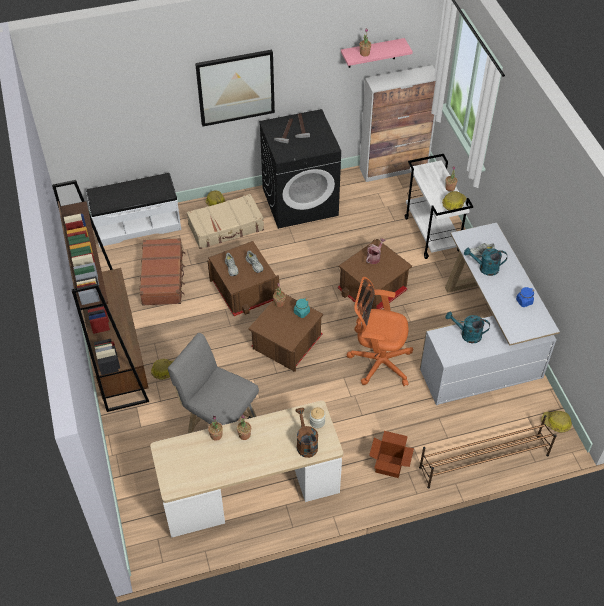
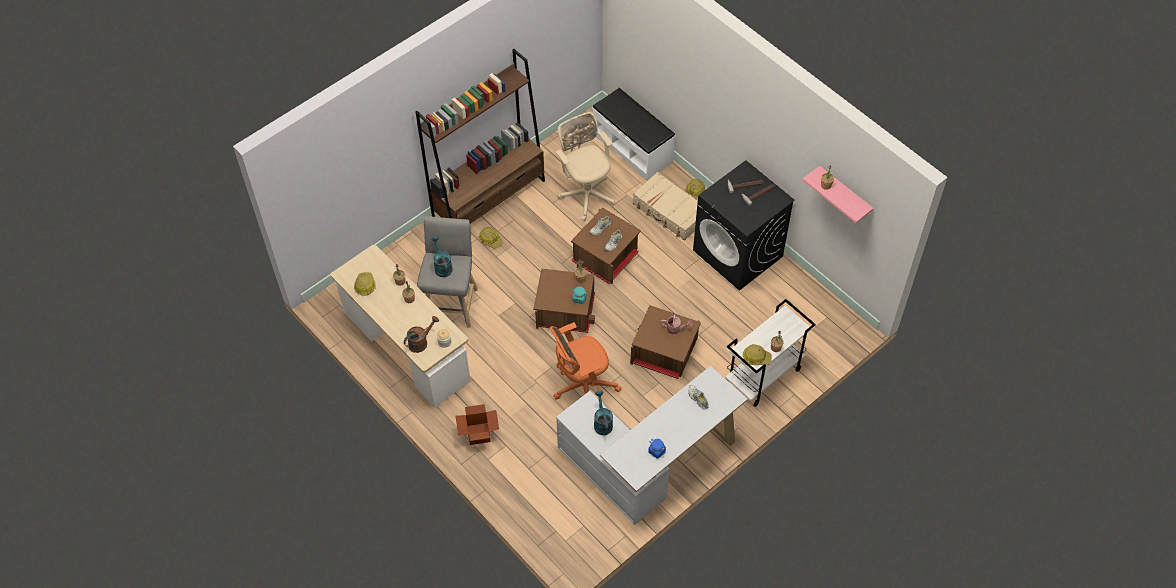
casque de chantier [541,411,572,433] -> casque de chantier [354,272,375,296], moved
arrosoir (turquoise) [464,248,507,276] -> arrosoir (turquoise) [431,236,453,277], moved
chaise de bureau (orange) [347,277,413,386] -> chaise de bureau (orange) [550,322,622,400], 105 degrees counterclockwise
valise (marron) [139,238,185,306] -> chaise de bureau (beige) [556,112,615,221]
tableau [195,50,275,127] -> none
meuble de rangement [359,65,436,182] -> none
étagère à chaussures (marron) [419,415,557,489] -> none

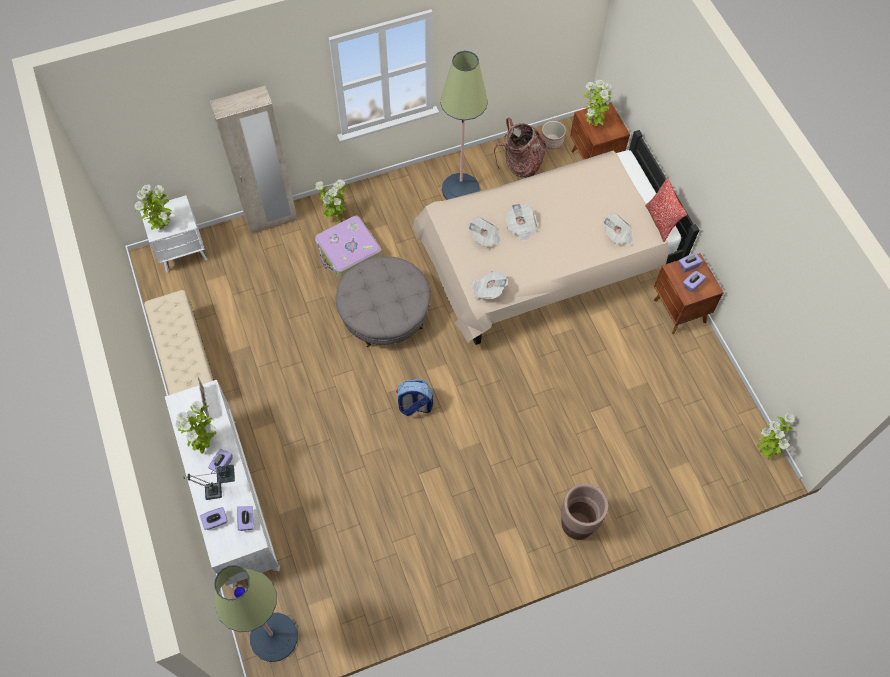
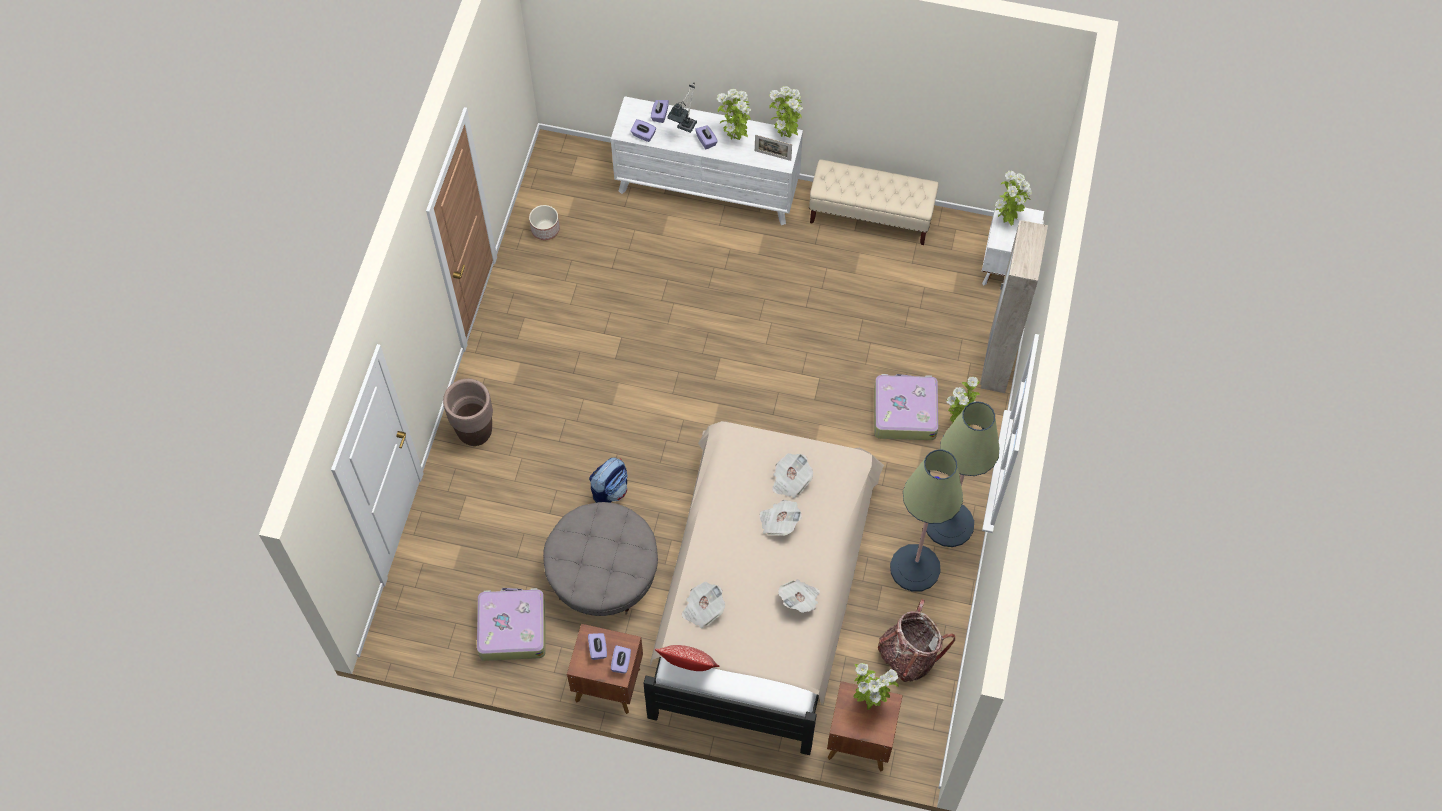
none -> valise [477,588,546,661]
cache-pot [541,121,566,150] -> cache-pot [529,205,560,240], moved
pouf (gris) [336,257,431,347] -> pouf (gris) [543,502,658,616], moved
sac à dos [396,379,433,416] -> sac à dos [589,457,628,503], moved
plante en pot [757,413,795,460] -> plante en pot [769,86,803,138], moved
journal [472,271,508,299] -> journal [778,579,820,613], moved
lampadaire [215,565,298,662] -> lampadaire [926,401,1000,547], moved

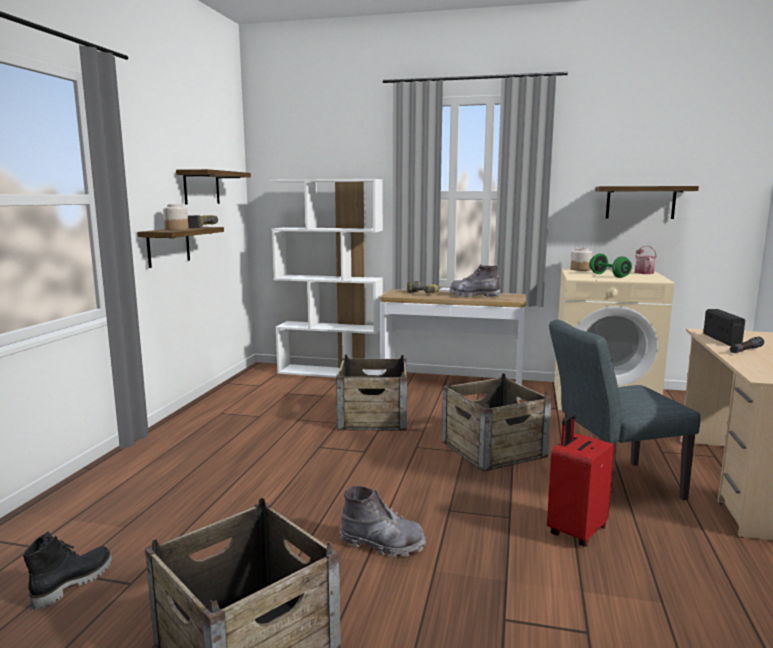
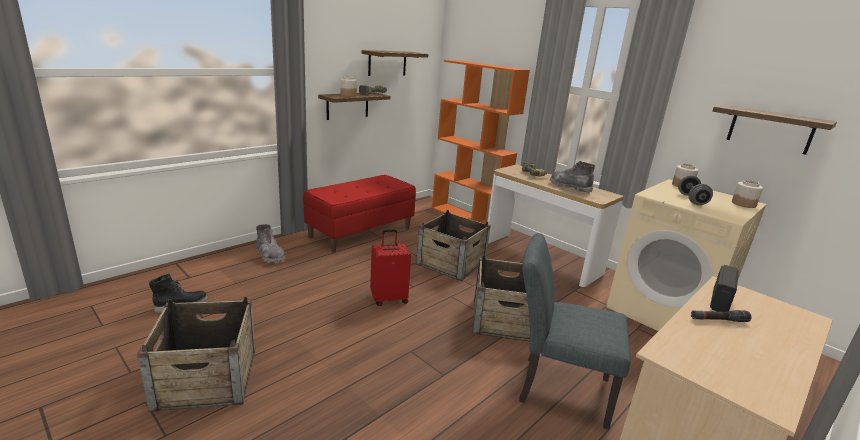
botte (gris) [340,486,426,558] -> botte (gris) [256,224,286,264], moved
none -> banc (rouge) [304,175,416,253]
valise (rouge) [547,414,615,547] -> valise (rouge) [370,229,411,306], moved
bibliothèque (blanc) [270,179,383,378] -> bibliothèque (orange) [432,60,530,224]
haltère (vert) [589,254,632,278] -> haltère (gris) [678,175,713,205]
arrosoir [635,246,657,274] -> bocal [732,180,763,208]

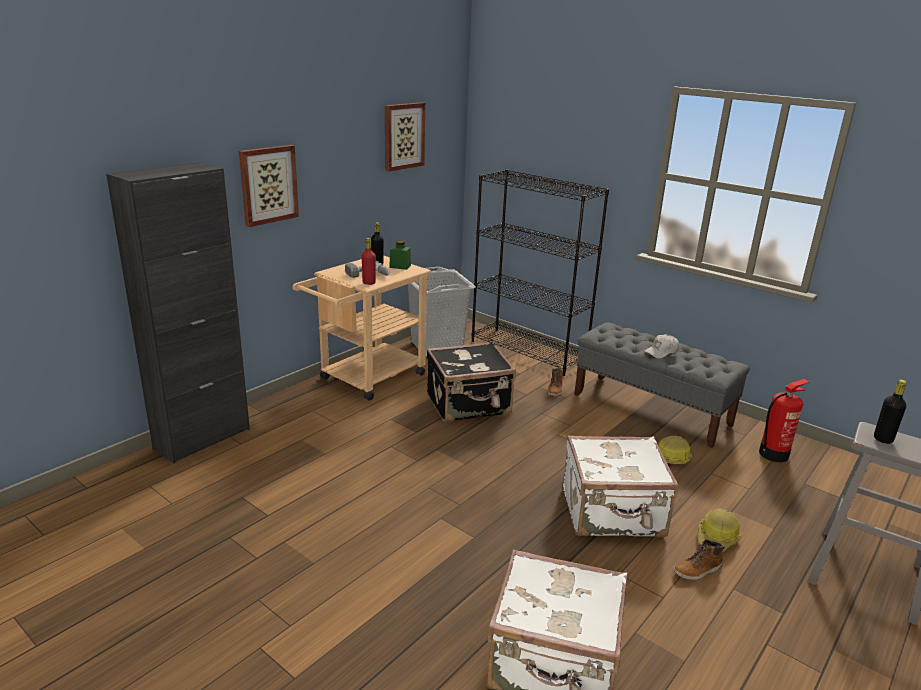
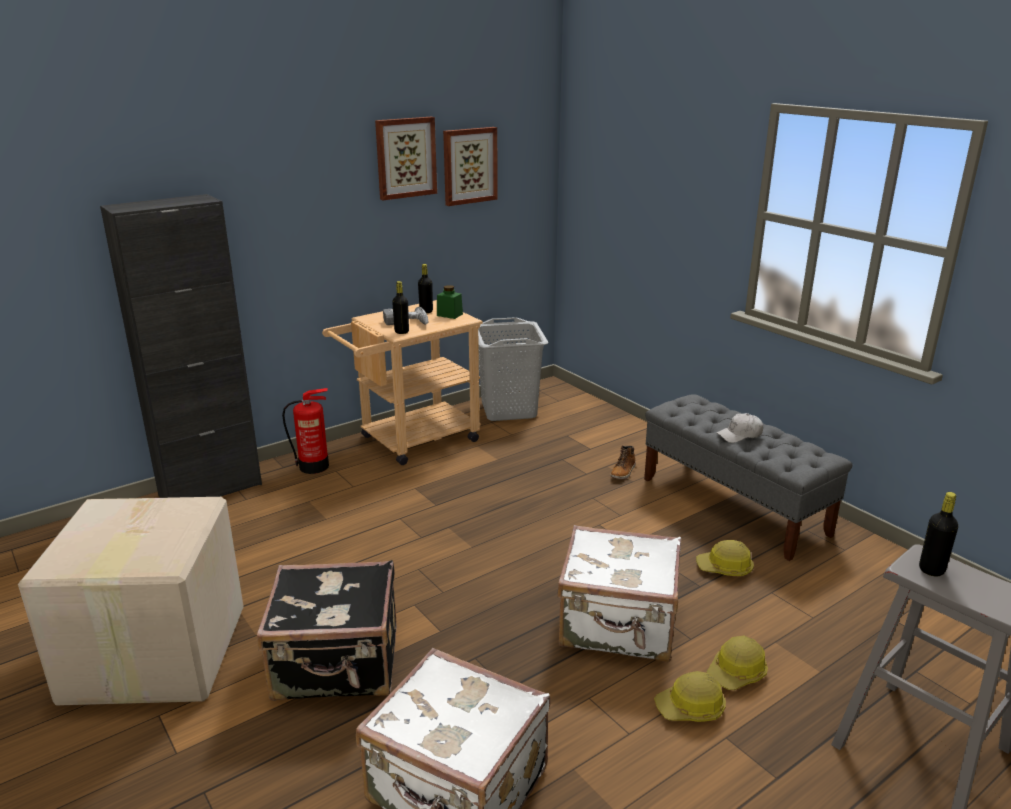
none -> carton [18,497,244,705]
valise (noir) [427,342,516,422] -> valise (noir) [257,560,397,701], moved
extincteur [759,379,809,462] -> extincteur [282,388,329,474], moved
tableau [239,145,299,227] -> tableau [375,117,437,200], moved
bouteille (rouge) [362,238,376,285] -> bouteille (noir) [392,281,409,334]
botte [674,539,725,580] -> casque de chantier [654,671,726,722]
bibliothèque (noir) [472,169,609,376] -> none

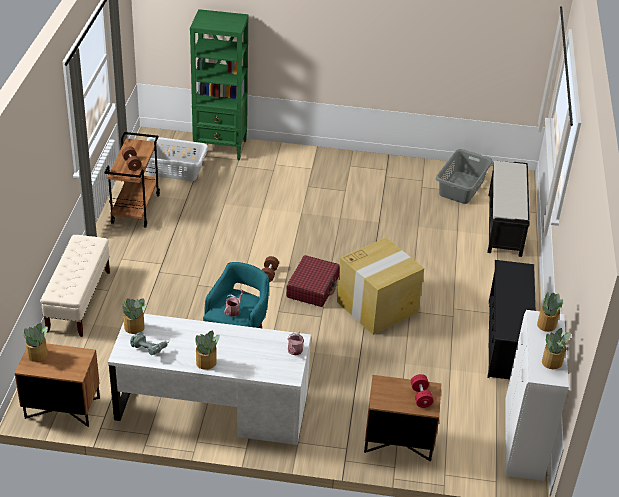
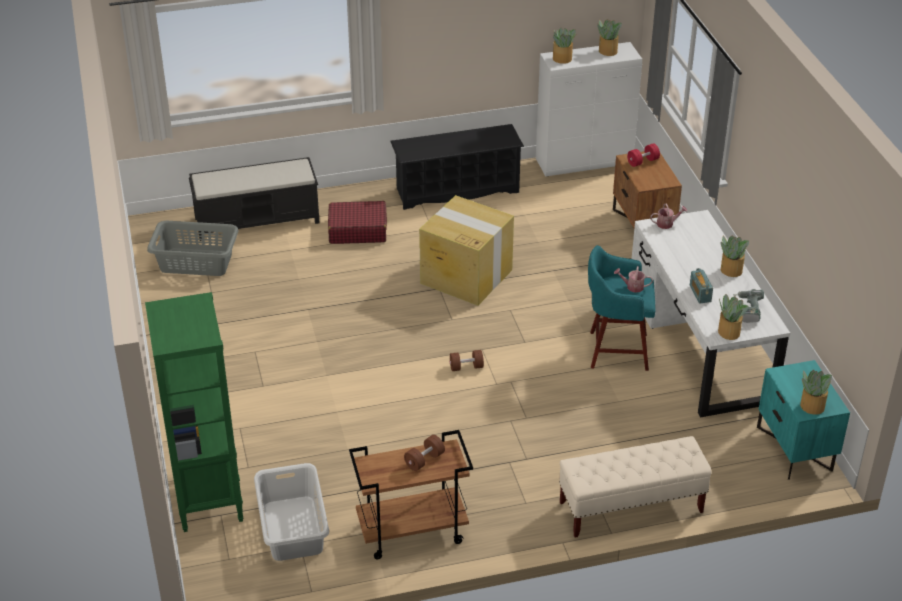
valise (rouge) [286,255,340,307] -> valise (rouge) [328,201,387,244], moved
none -> radio [690,268,713,304]
table de chevet (marron) [15,343,100,427] -> table de chevet (turquoise) [757,360,850,480]

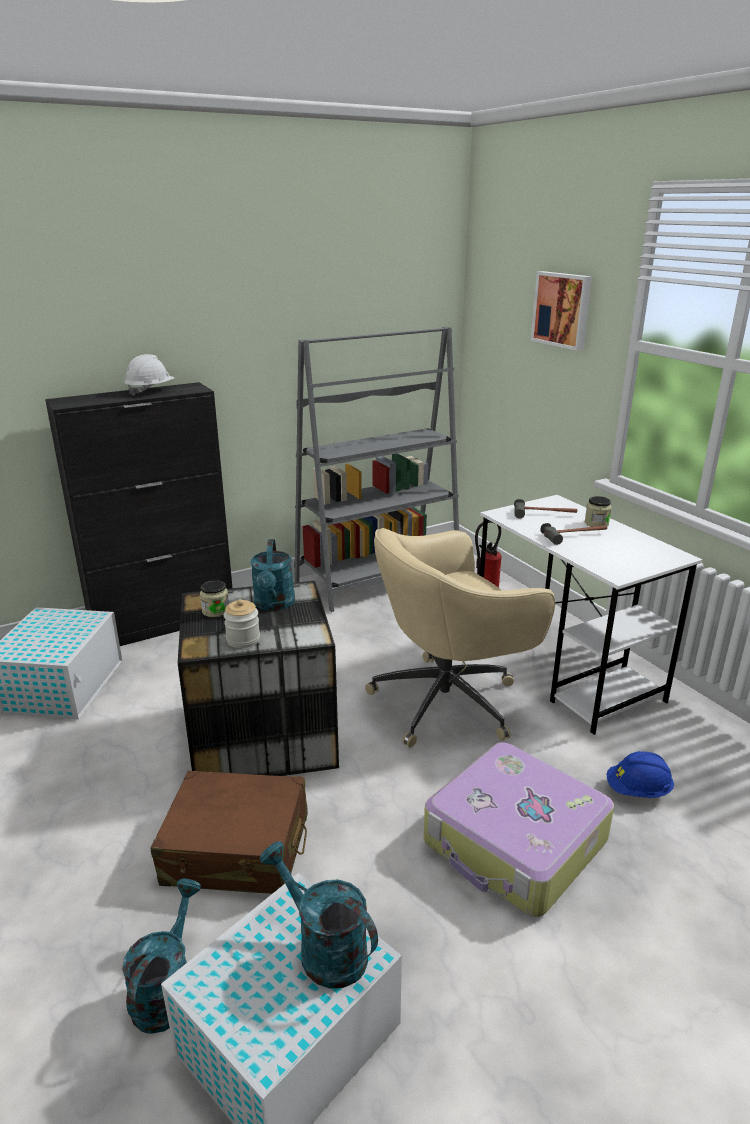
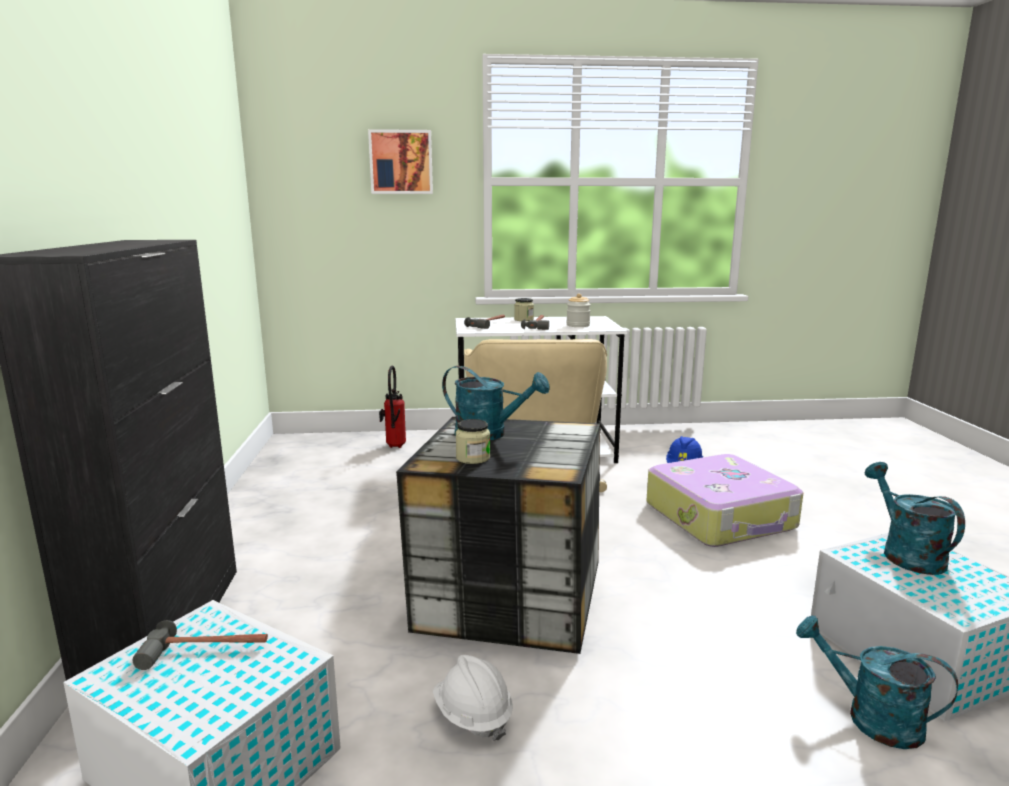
none -> marteau [133,620,268,670]
casque de chantier (blanc) [124,354,174,396] -> casque de chantier (blanc) [433,655,513,741], moved
bocal [224,599,260,648] -> bocal [566,293,591,327], moved
arrosoir (turquoise) [260,841,378,989] -> arrosoir (turquoise) [865,462,965,575], 105 degrees clockwise
valise (marron) [150,771,308,894] -> none
bibliothèque (gris) [294,327,459,612] -> none

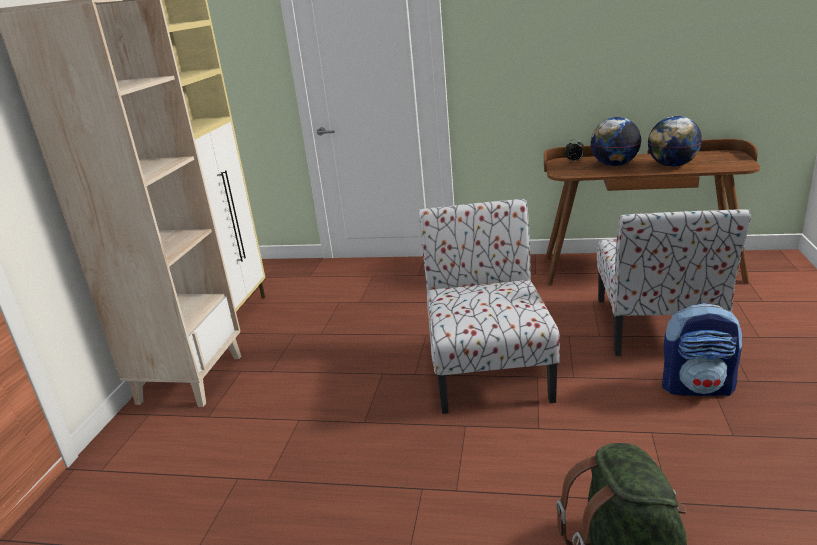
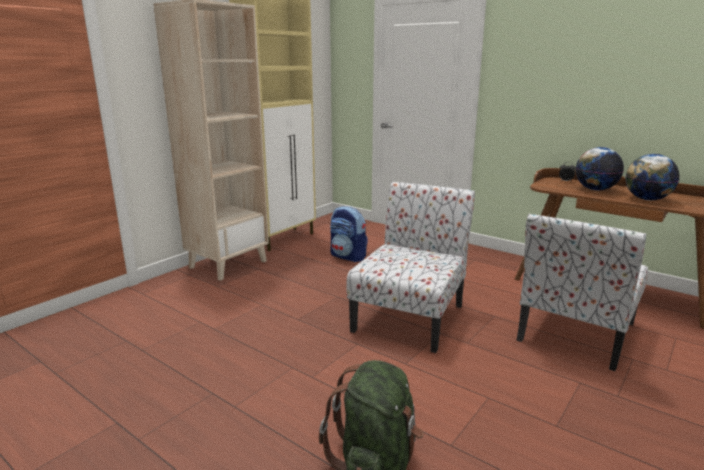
sac à dos [662,303,743,396] -> sac à dos [330,206,368,262], moved

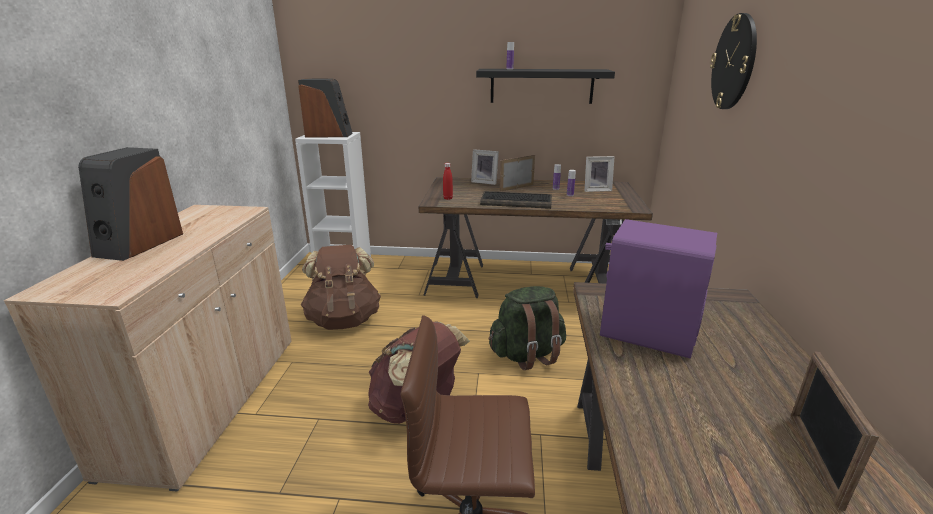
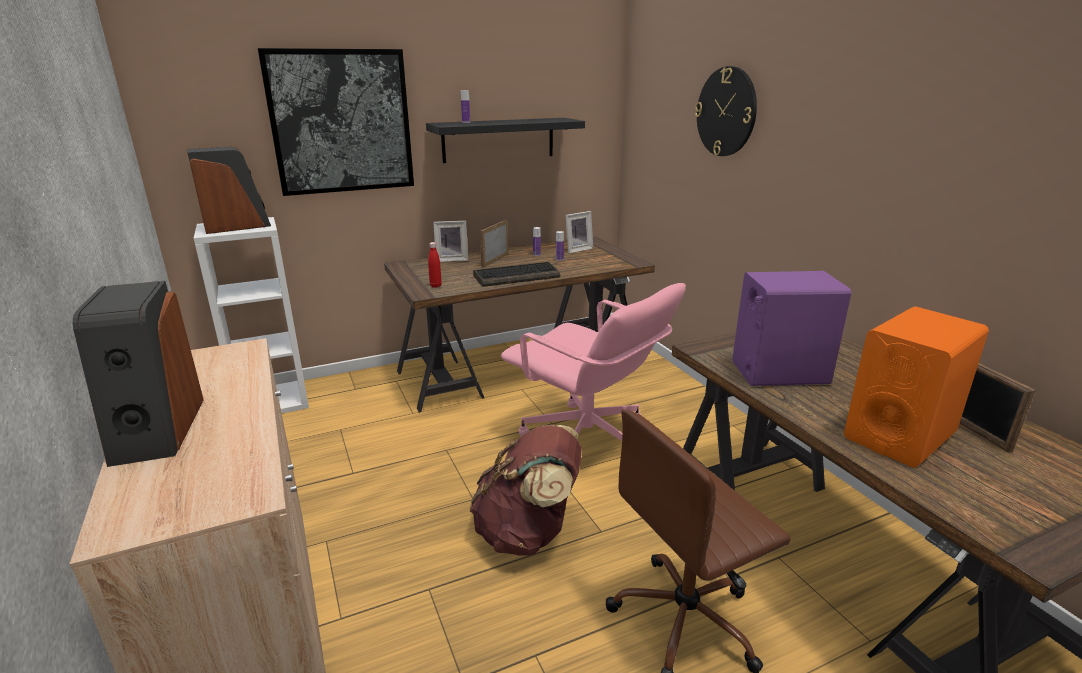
none -> tableau [258,48,414,196]
sac à dos (vert) [488,286,566,370] -> chaise de bureau (rose) [501,283,686,441]
none -> enceinte (orange) [844,306,989,468]
sac à dos (marron) [301,245,381,330] -> none

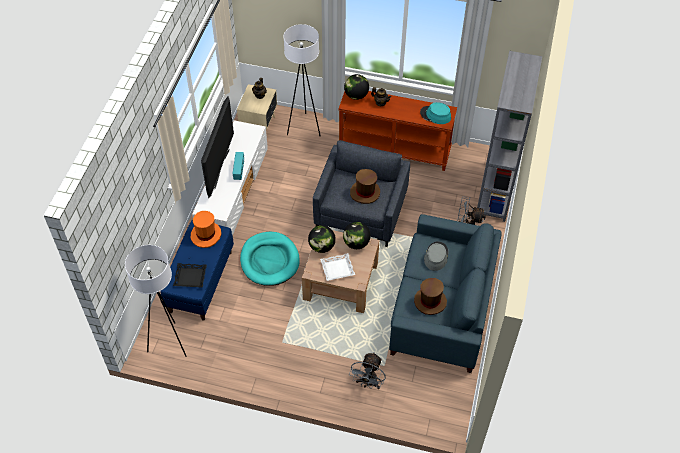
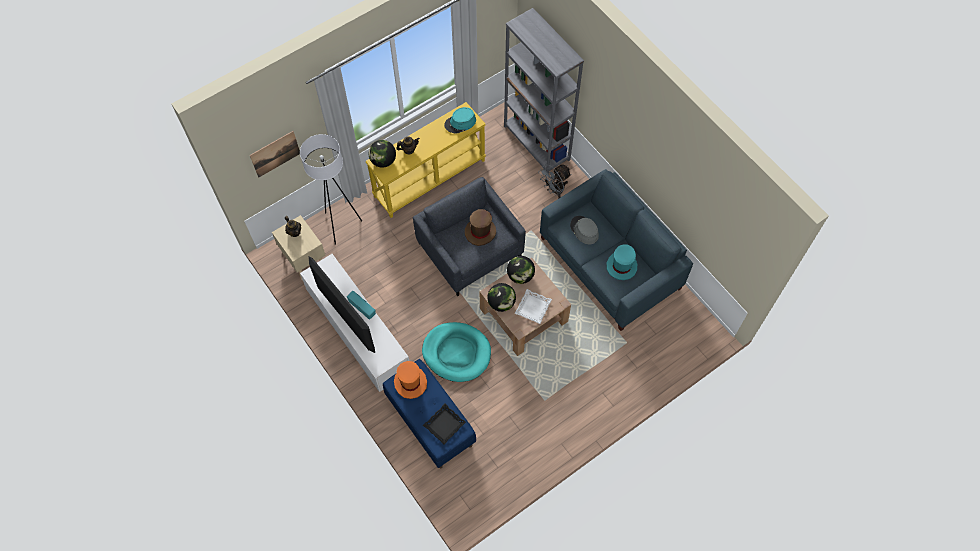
none -> tableau [250,131,300,178]
table console (marron) [338,91,457,171] -> table console (jaune) [366,102,486,218]
chapeau (marron) [414,278,447,315] -> chapeau (turquoise) [606,244,637,280]
lampadaire (blanc) [125,245,186,357] -> none
ventilateur (gris) [349,352,386,389] -> none

